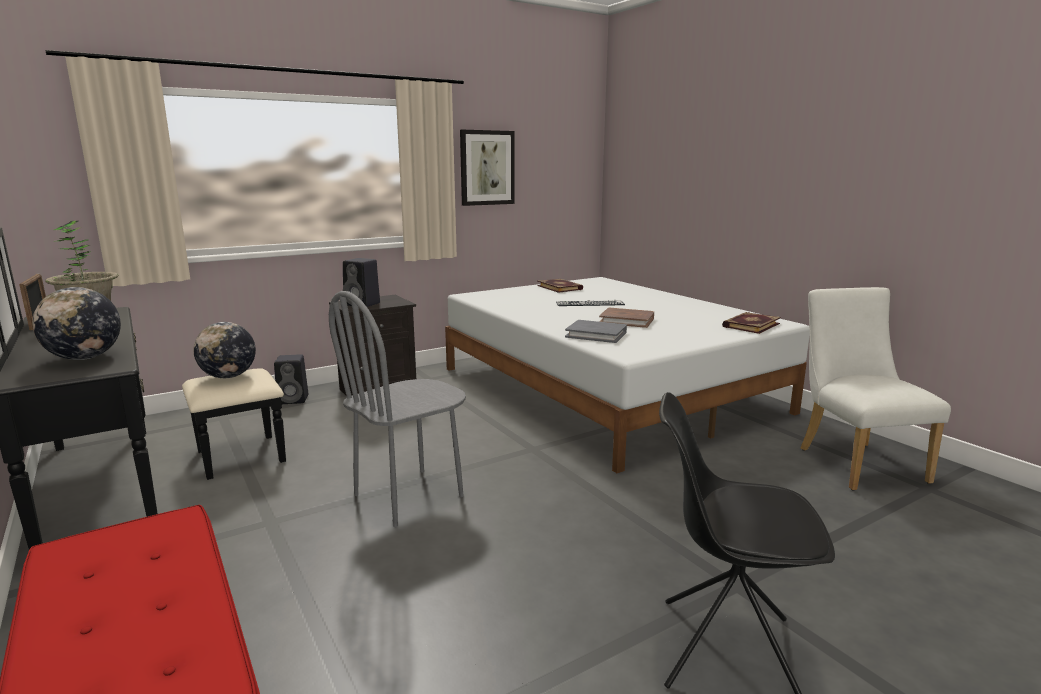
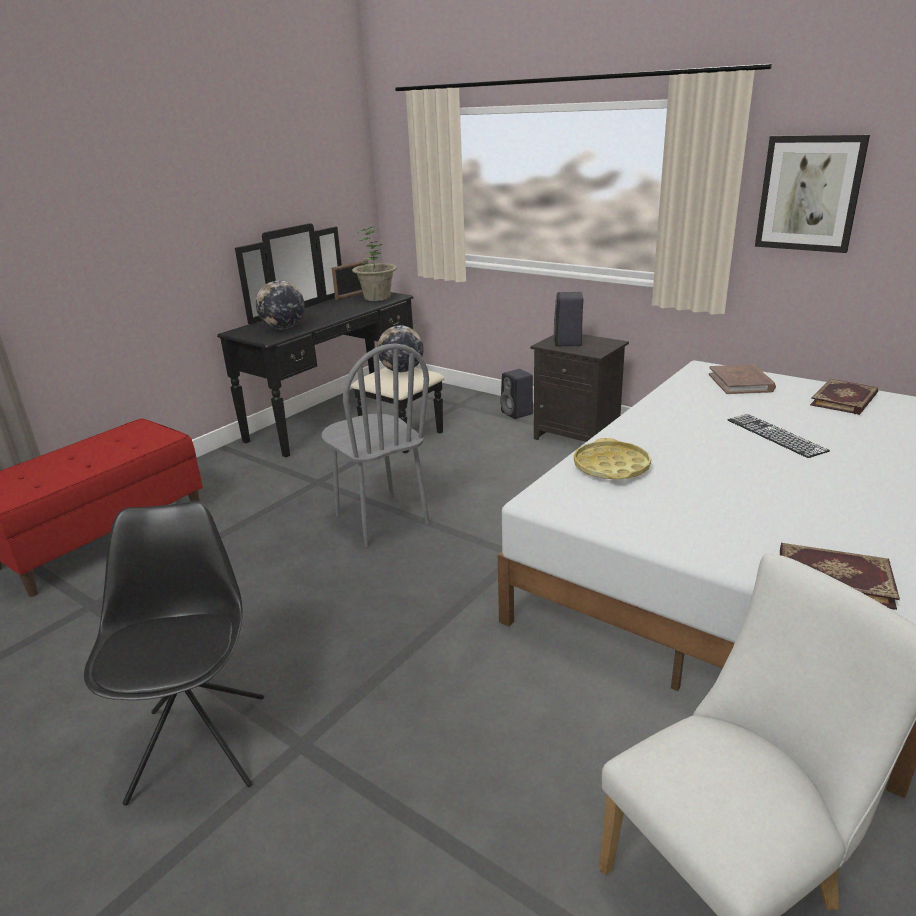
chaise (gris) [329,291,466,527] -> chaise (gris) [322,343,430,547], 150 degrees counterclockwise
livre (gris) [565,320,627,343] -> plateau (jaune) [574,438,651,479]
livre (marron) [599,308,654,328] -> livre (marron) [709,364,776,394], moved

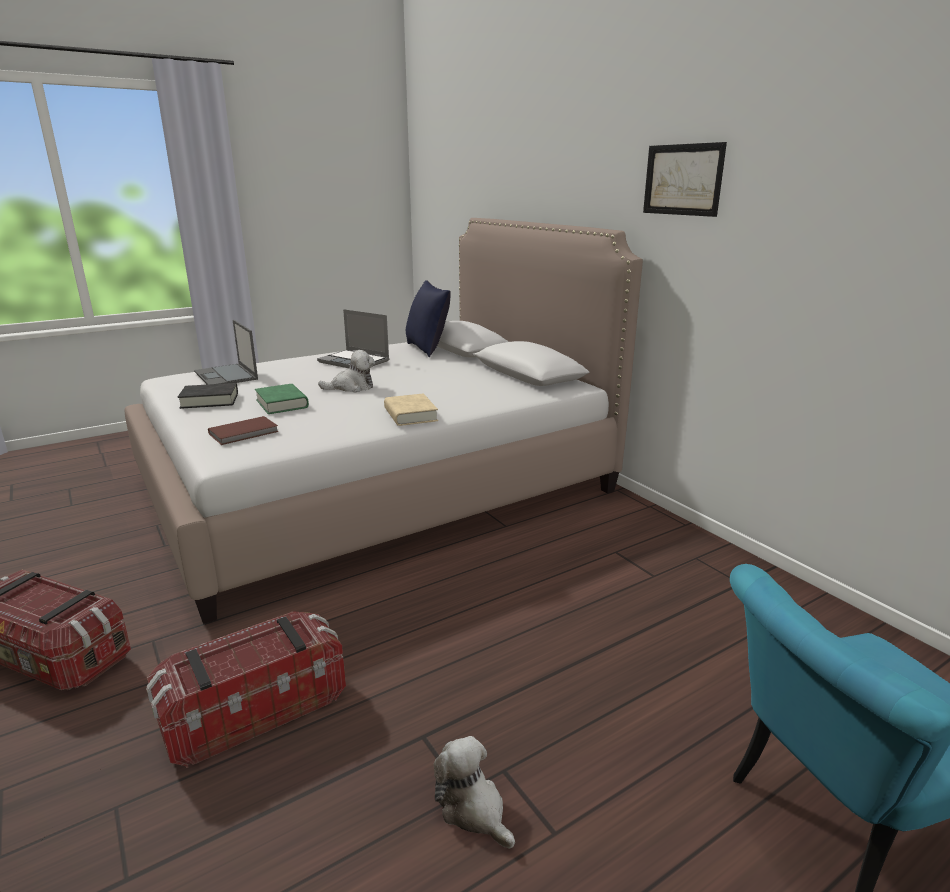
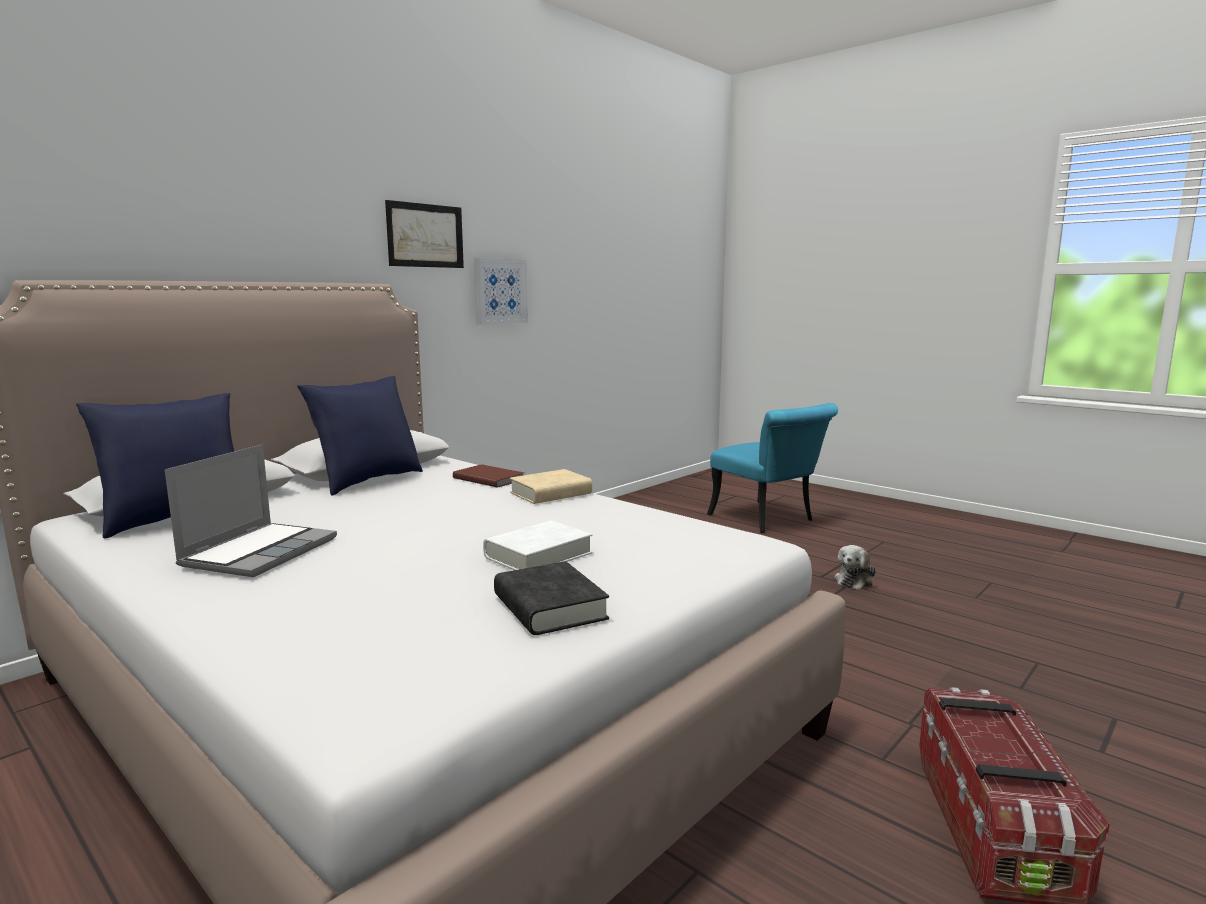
none -> coussin (bleu) [297,376,423,495]
livre (marron) [208,416,279,445] -> livre (marron) [453,464,524,488], moved
none -> tableau [474,258,528,325]
livre (vert) [255,384,309,414] -> livre (blanc) [483,520,592,570]
boîte de rangement [146,611,346,768] -> none
ordinateur portable [194,320,258,385] -> none
peluche [318,350,375,392] -> none

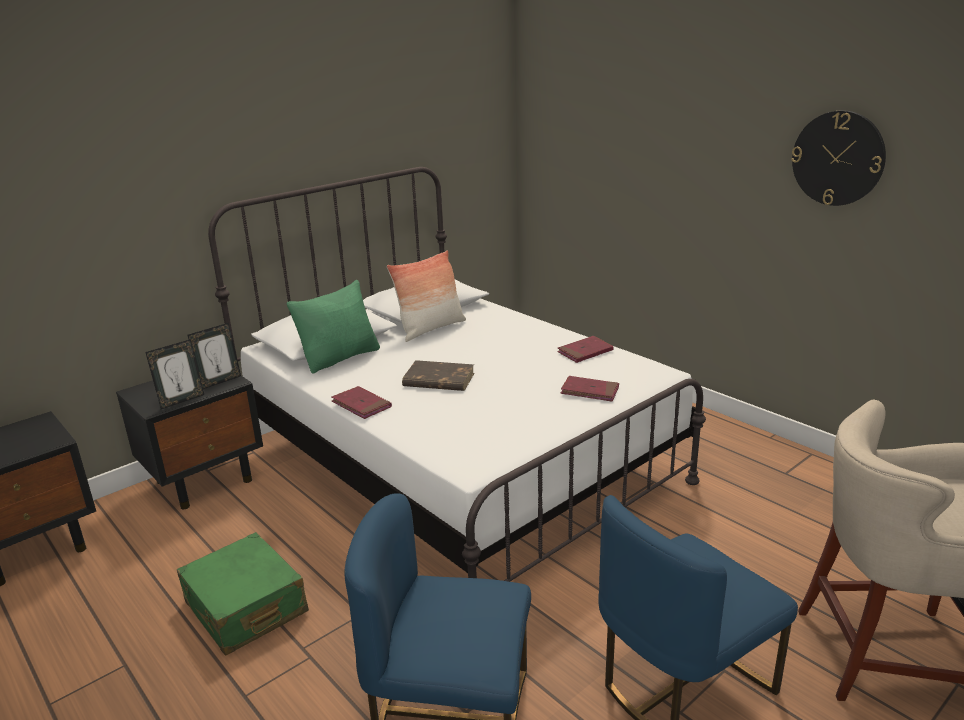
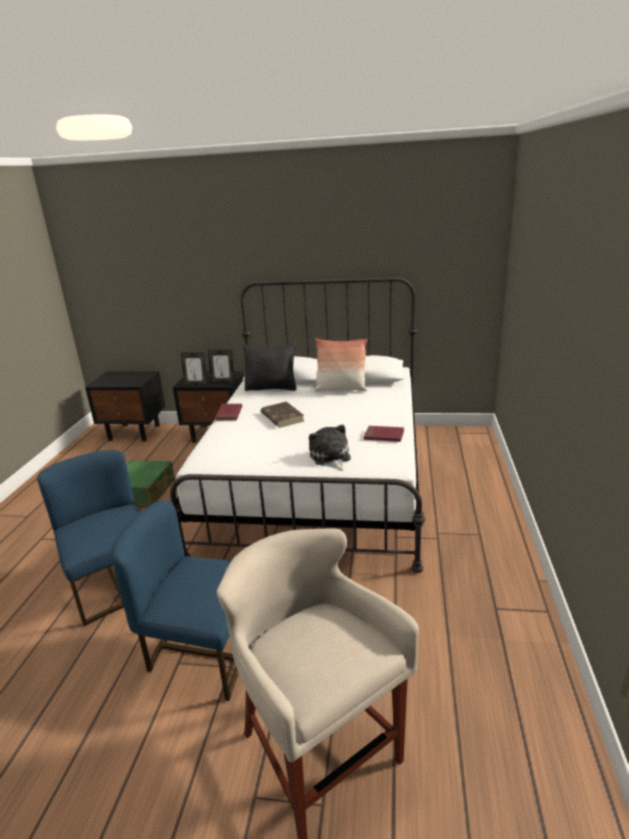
coussin (vert) [287,280,380,374] -> coussin (noir) [243,343,297,391]
livre (rouge) [561,376,619,402] -> peluche [309,424,351,471]
horloge murale [791,110,886,206] -> none

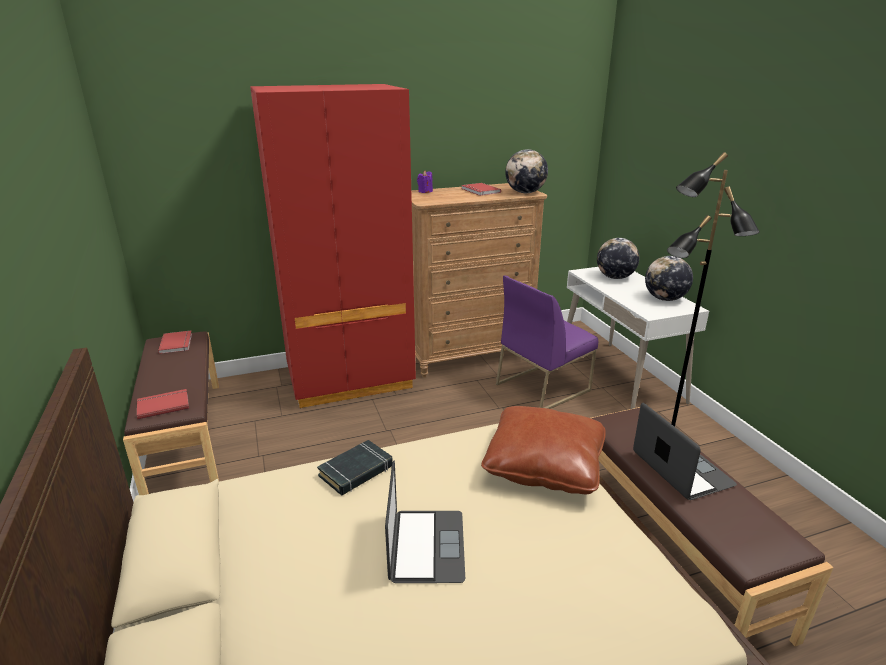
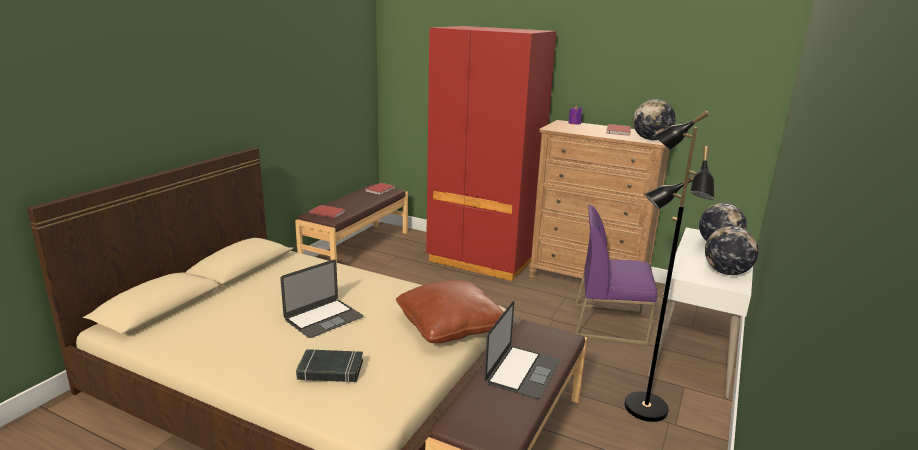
livre (noir) [317,440,393,495] -> livre (noir) [296,349,363,383], moved

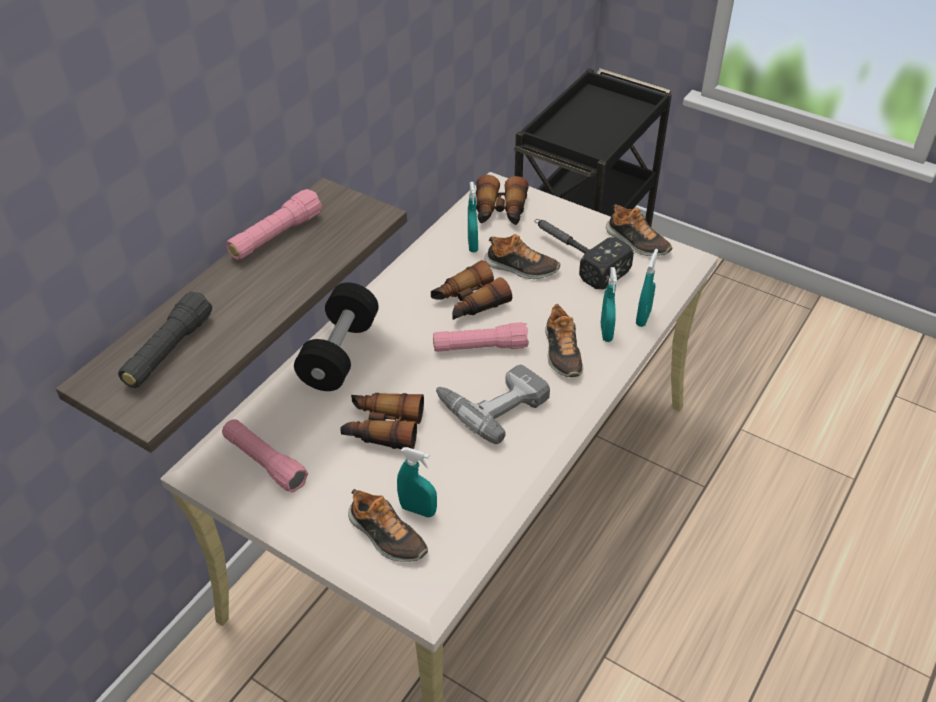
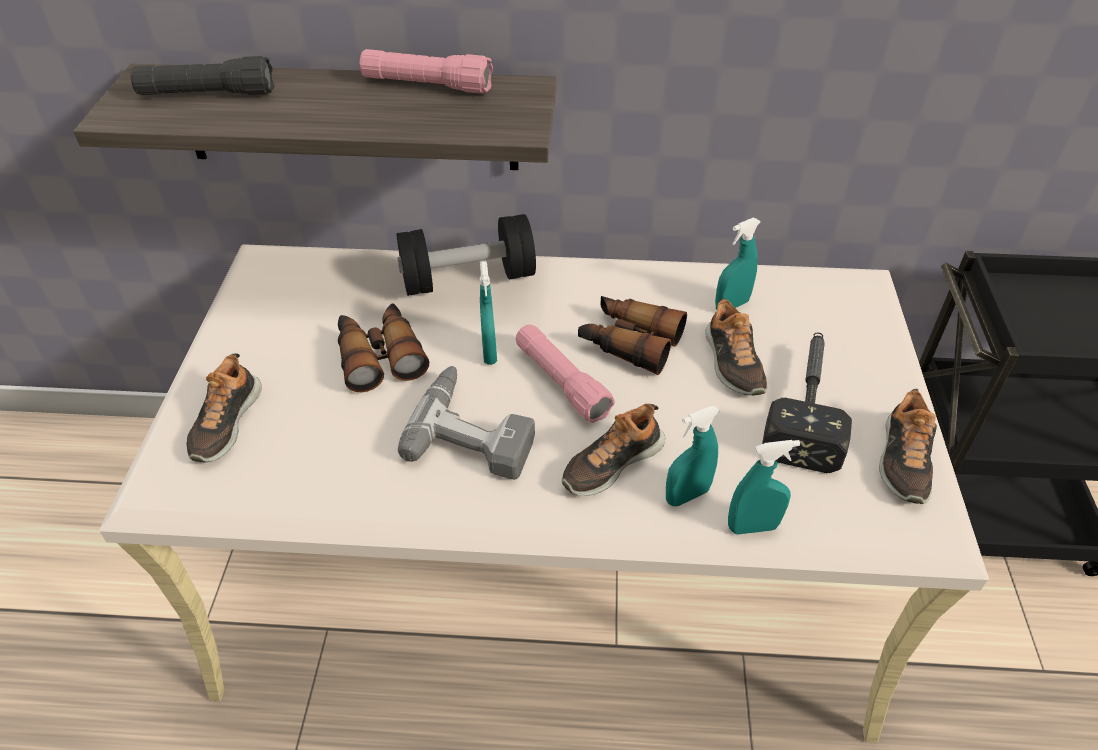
vaporisateur (turquoise) [397,447,437,517] -> vaporisateur (turquoise) [480,261,497,365], moved
lampe de poche (rose) [222,419,308,493] -> none
jumelles [476,175,529,225] -> none

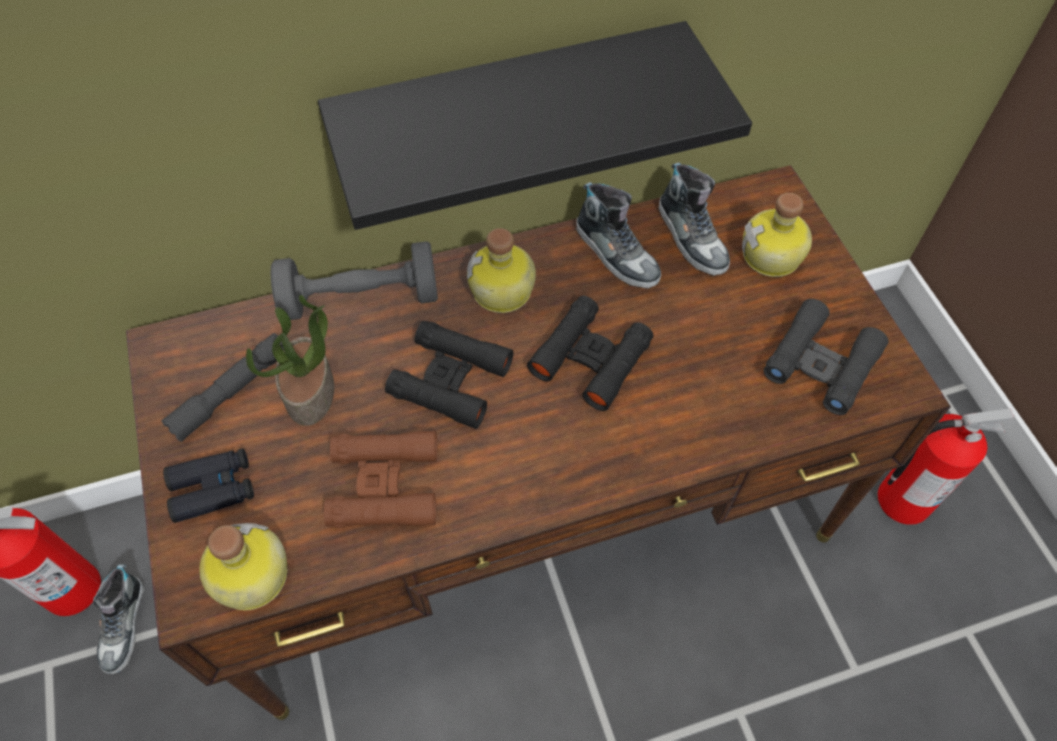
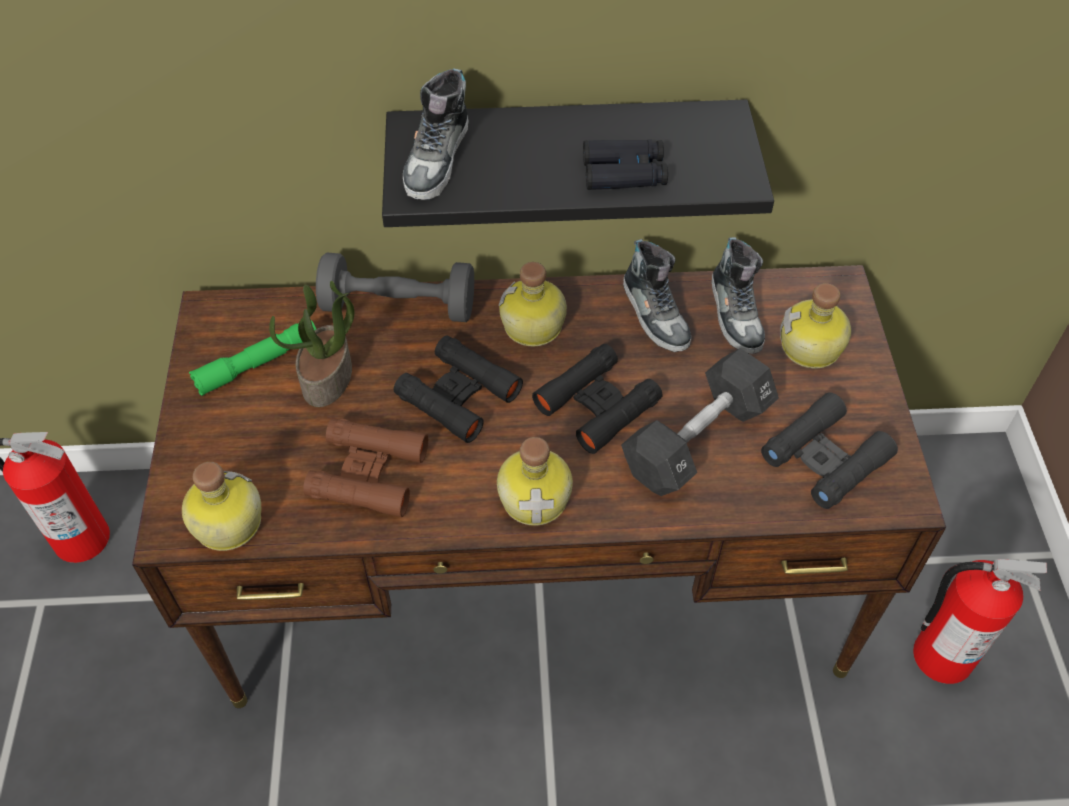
lampe de poche (gris) [161,333,284,442] -> lampe de poche (vert) [189,320,316,396]
chaussure [93,564,144,674] -> chaussure [403,68,468,200], moved
none -> bouteille [497,437,573,526]
jumelles (noir) [163,449,254,523] -> jumelles (noir) [583,139,668,190], moved
none -> haltère (noir) [621,348,779,496]

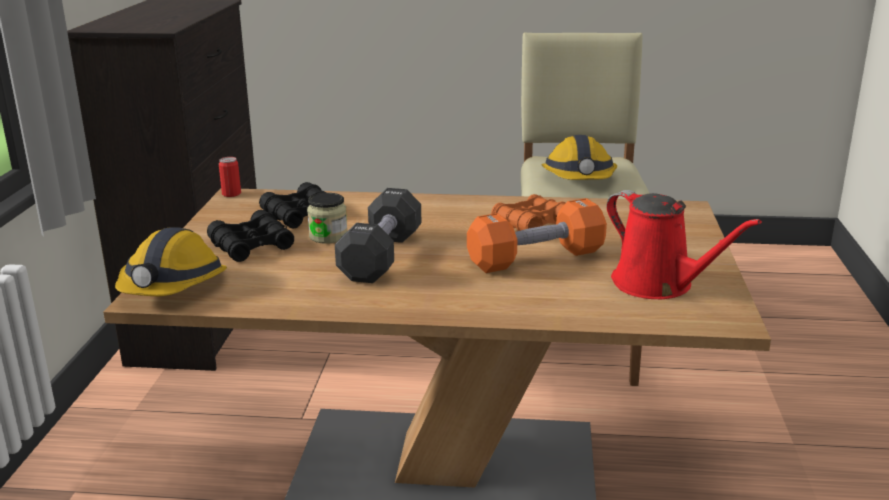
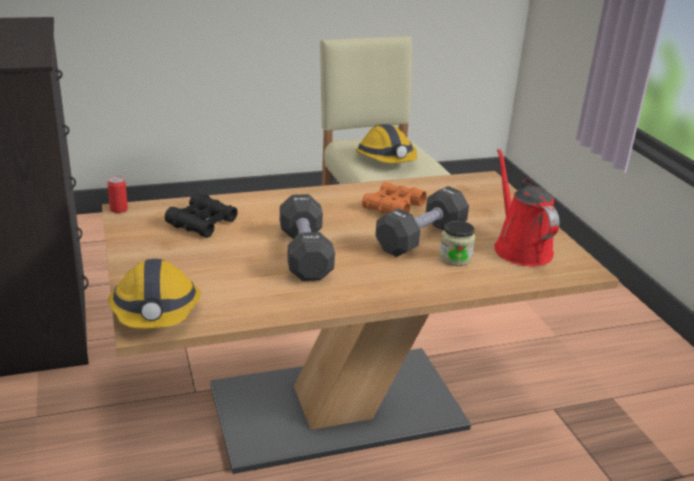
haltère (orange) [467,198,607,273] -> haltère (noir) [375,186,469,257]
bocal [307,193,347,244] -> bocal [439,221,475,266], moved
arrosoir (rouge) [606,190,762,299] -> arrosoir (rouge) [494,148,560,266], 135 degrees counterclockwise
jumelles (noir) [207,210,294,262] -> none

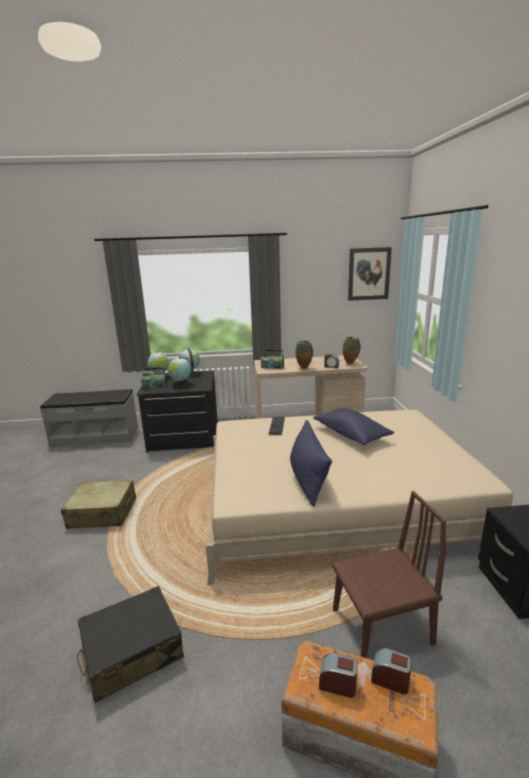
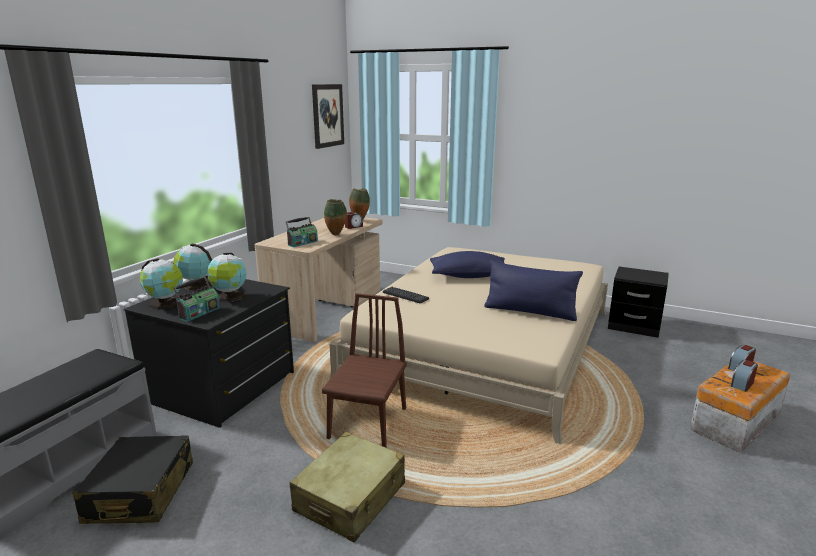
valise (noir) [77,586,184,703] -> valise (noir) [72,435,193,524], moved
chaise (marron) [332,491,446,658] -> chaise (marron) [322,293,407,448], moved

